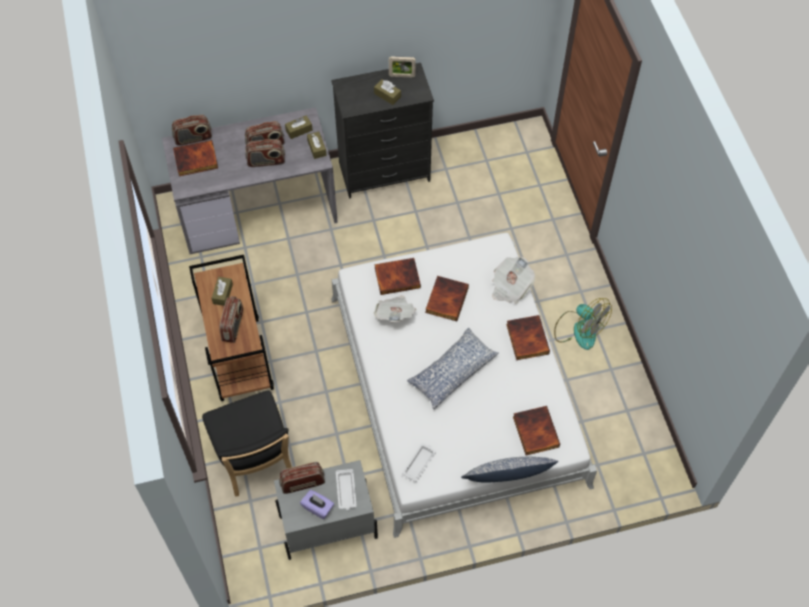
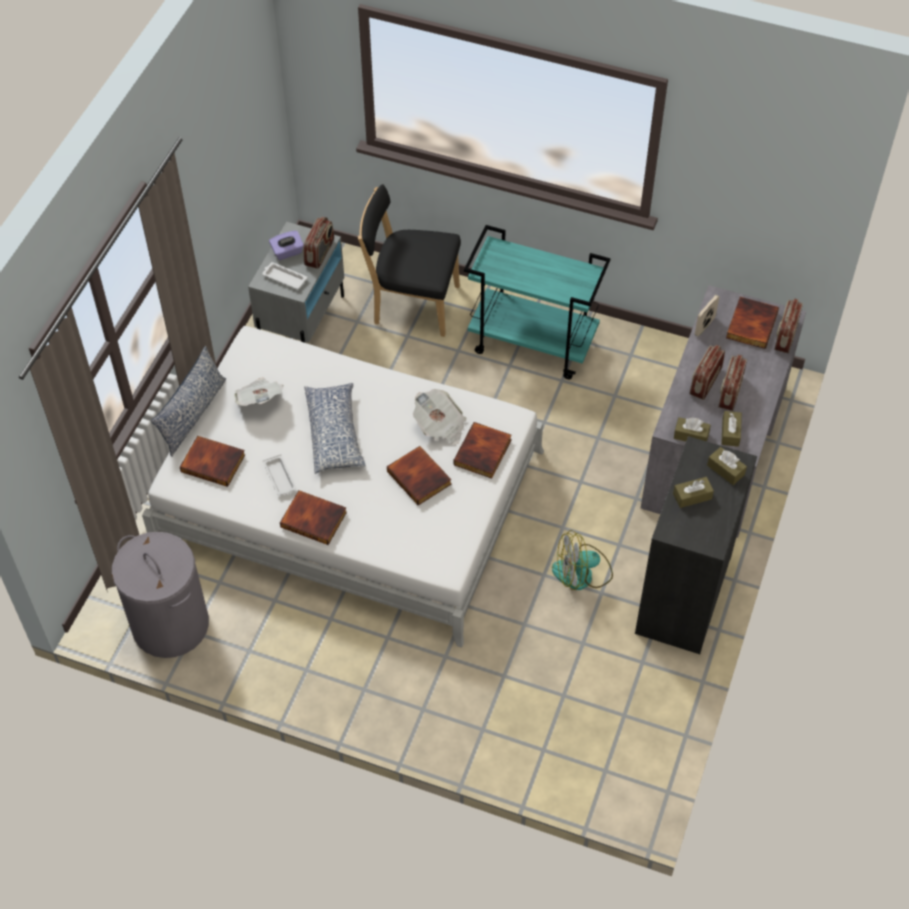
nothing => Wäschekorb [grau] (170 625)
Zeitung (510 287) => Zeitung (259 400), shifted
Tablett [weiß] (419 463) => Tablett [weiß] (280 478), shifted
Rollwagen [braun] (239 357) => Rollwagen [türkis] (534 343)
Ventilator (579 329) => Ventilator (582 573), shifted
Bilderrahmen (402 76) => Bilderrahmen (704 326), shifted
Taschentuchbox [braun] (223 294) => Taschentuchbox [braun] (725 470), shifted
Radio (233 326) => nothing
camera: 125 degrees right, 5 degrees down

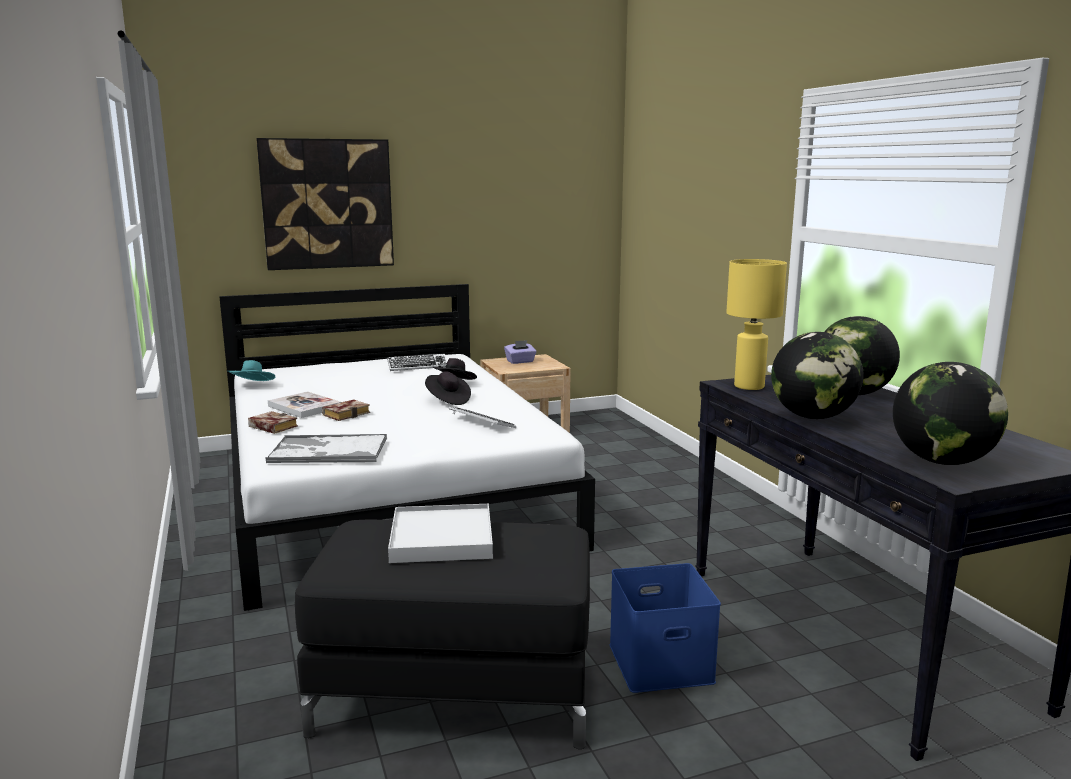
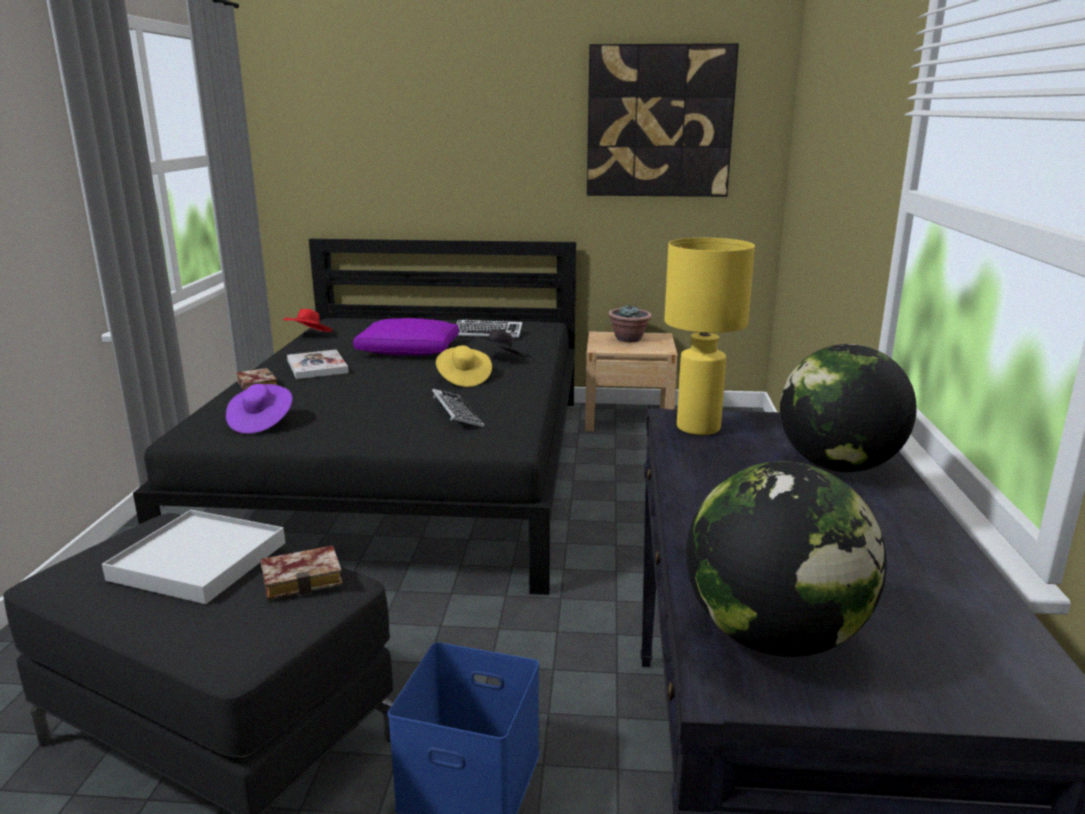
Bett [weiß] (388 492) => Bett [schwarz] (411 470)
Tablett (327 451) => Hut [lila] (261 422)
Buch (347 414) => Buch (305 578), shifted
Hut [türkis] (253 386) => Hut [rot] (309 336)
nothing => Kissen [lila] (407 351)
Hut [schwarz] (447 400) => Hut [gelb] (463 379)
Bild (327 204) => Bild (659 122), shifted
Taschentuchbox [lila] (520 361) => Topfpflanze (629 339)
Globus (812 417) => nothing
camera: 25 degrees right, 5 degrees up

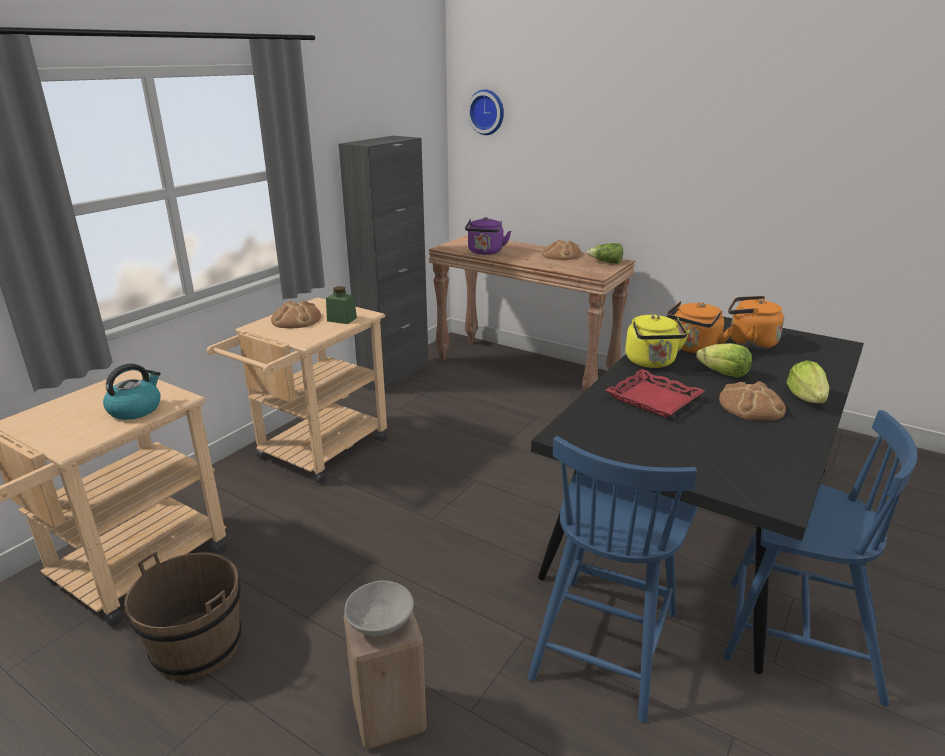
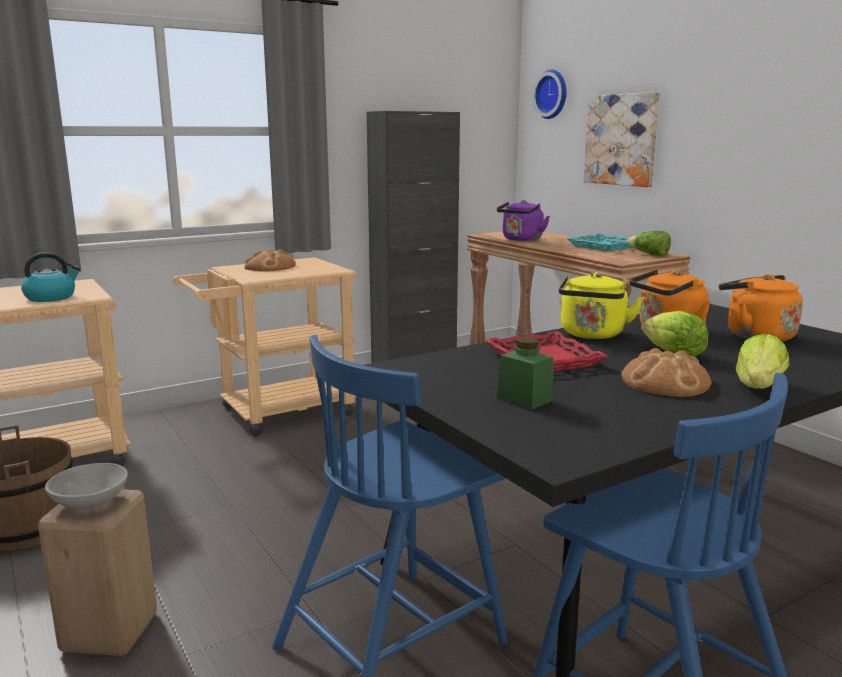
Vorratsglas [grün] (342 319) => Vorratsglas [grün] (524 399), shifted
Brot (561 255) => Tablett [türkis] (604 246)
nothing => Bild (621 140)
camera: 25 degrees right, 10 degrees down

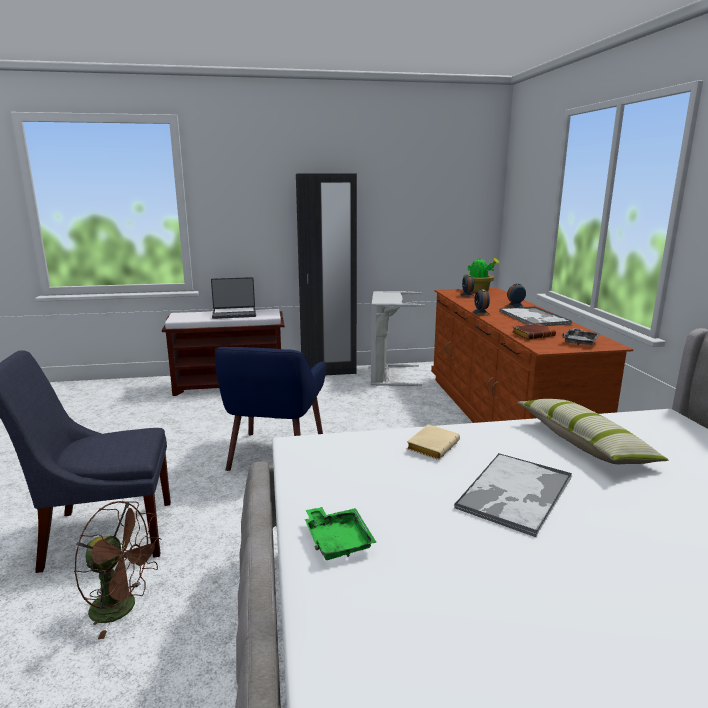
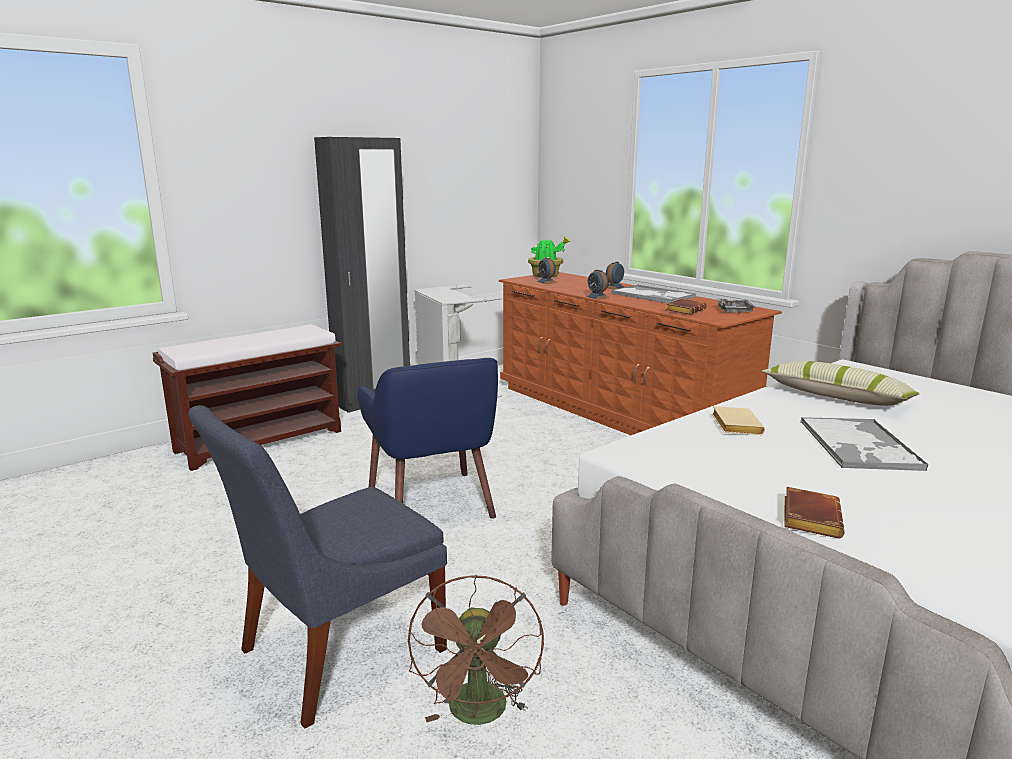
Ventilator [braun] (123 608) => Ventilator [braun] (480 715), 105 degrees clockwise
Tablett [grün] (337 541) => Buch [braun] (808 518)
Laptop (234 314) => nothing
camera: 30 degrees left, 0 degrees up

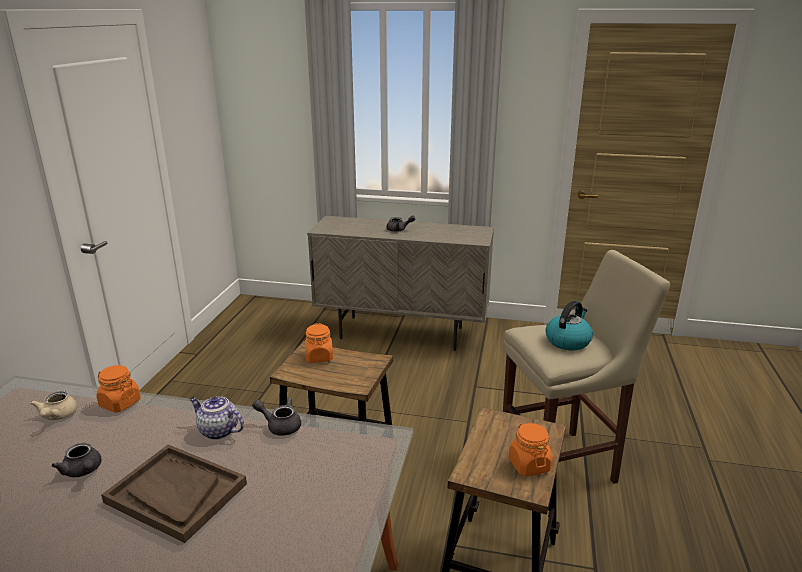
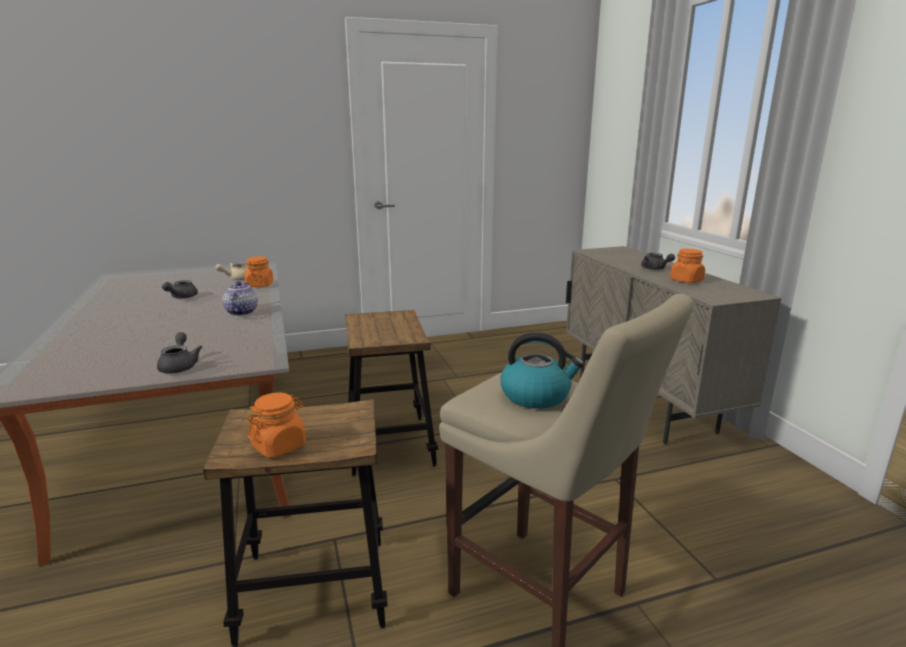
Teekanne [grau] (280 425) => Teekanne [grau] (180 366), shifted
Vorratsglas [orange] (319 357) => Vorratsglas [orange] (686 280), shifted
Tablett [braun] (176 493) => nothing
camera: 60 degrees right, 5 degrees down

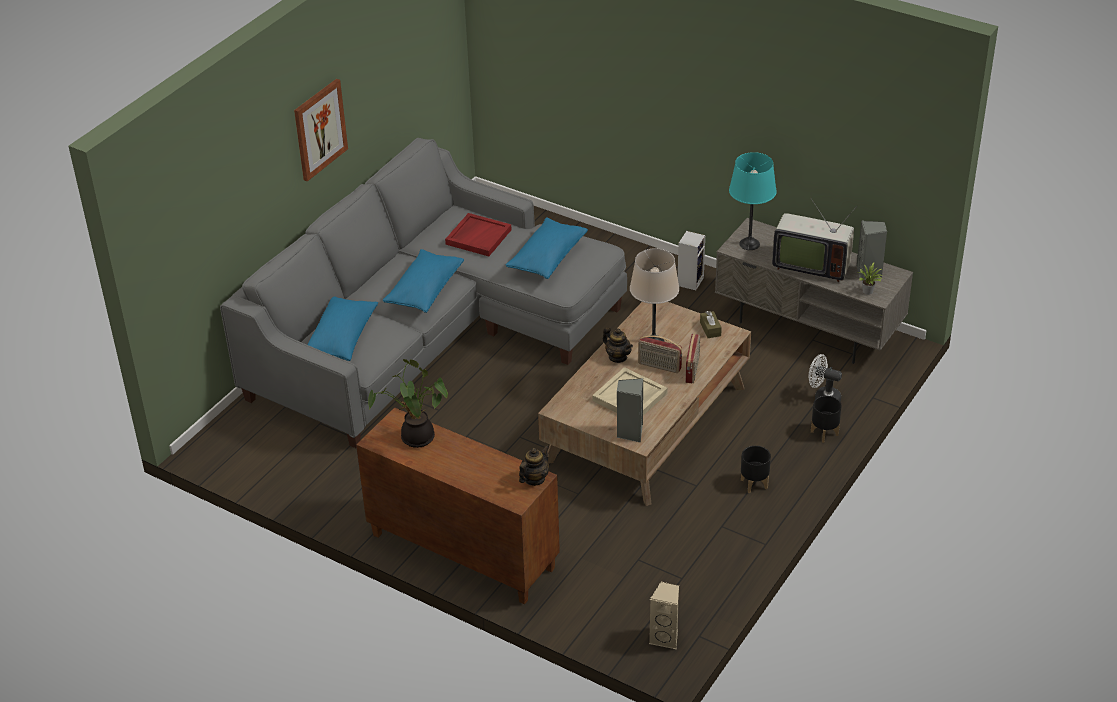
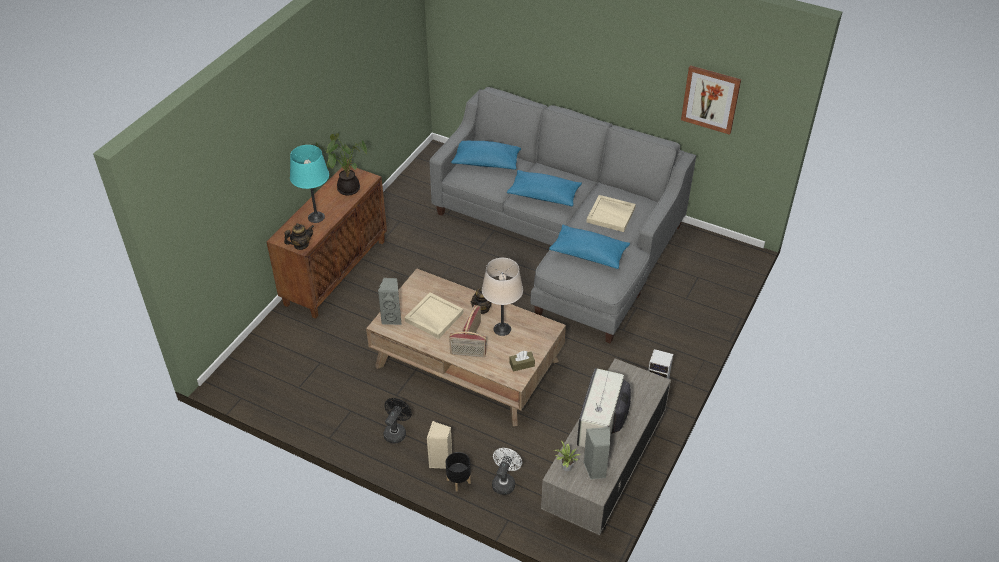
Teekanne (534 479) => Teekanne (301 245), 60 degrees counterclockwise
Tischlampe [türkis] (749 244) => Tischlampe [türkis] (316 217), shifted
Pflanzkübel [schwarz] (754 484) => Ventilator [schwarz] (396 431)
Lautsprecher [beige] (665 638) => Lautsprecher [beige] (441 461), shifted
Tablett [rot] (478 236) => Tablett [beige] (611 215)
Bild (319 129) => Bild (710 99), shifted
camera: 85 degrees right, 5 degrees up

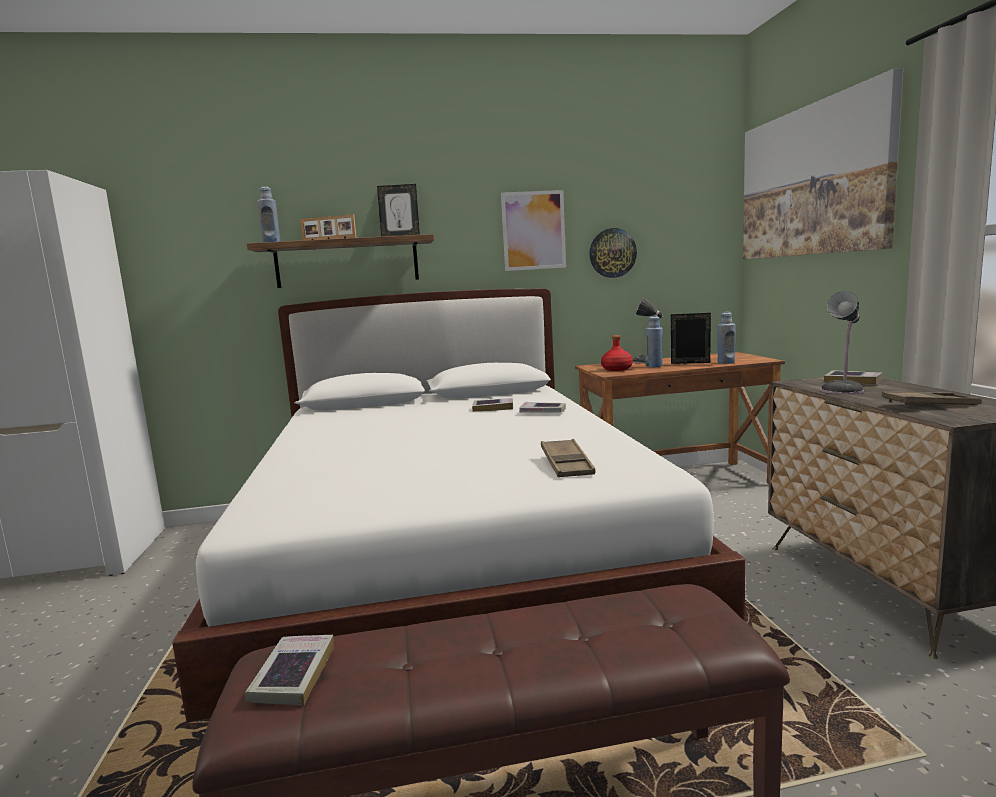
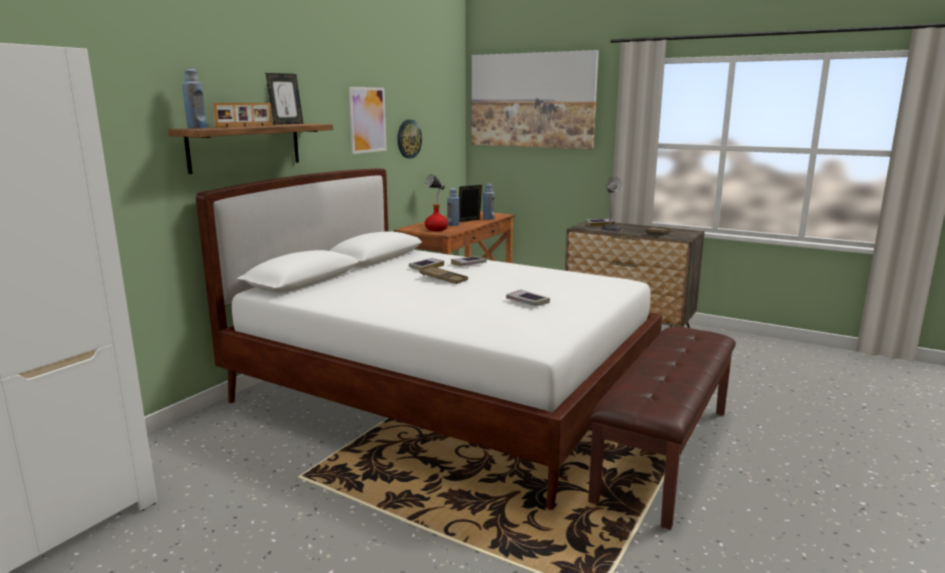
Tablett [braun] (566 464) => Tablett [braun] (443 279), shifted
Buch (293 675) => Buch (527 301), shifted
camera: 50 degrees left, 5 degrees up

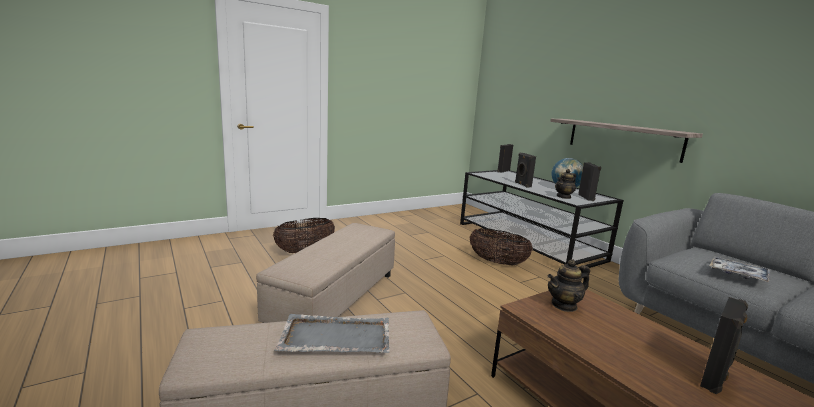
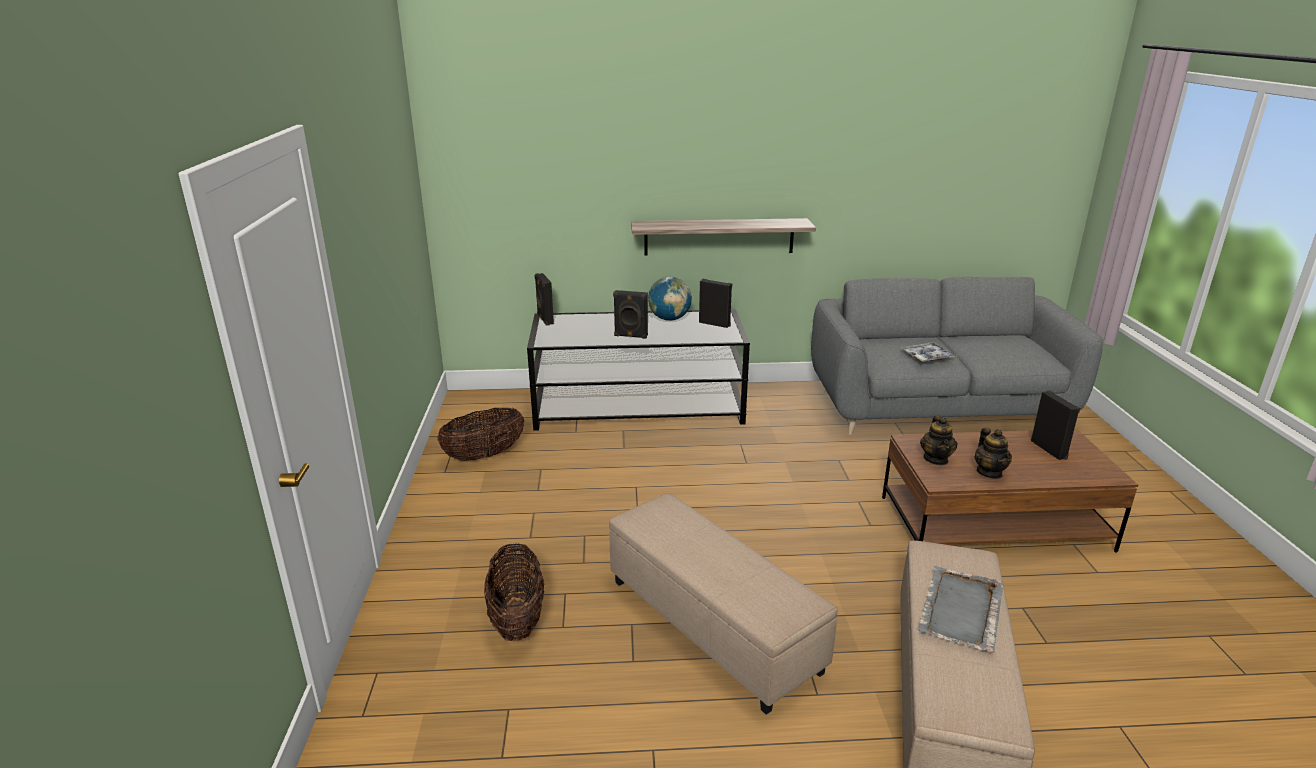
Korb (497 262) => Korb (484 455), shifted
Teekanne (564 197) => Teekanne (989 472), shifted
camera: 60 degrees left, 10 degrees up

